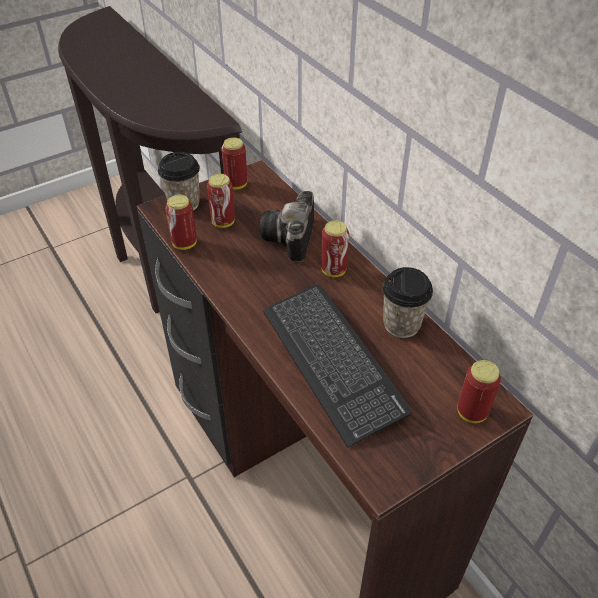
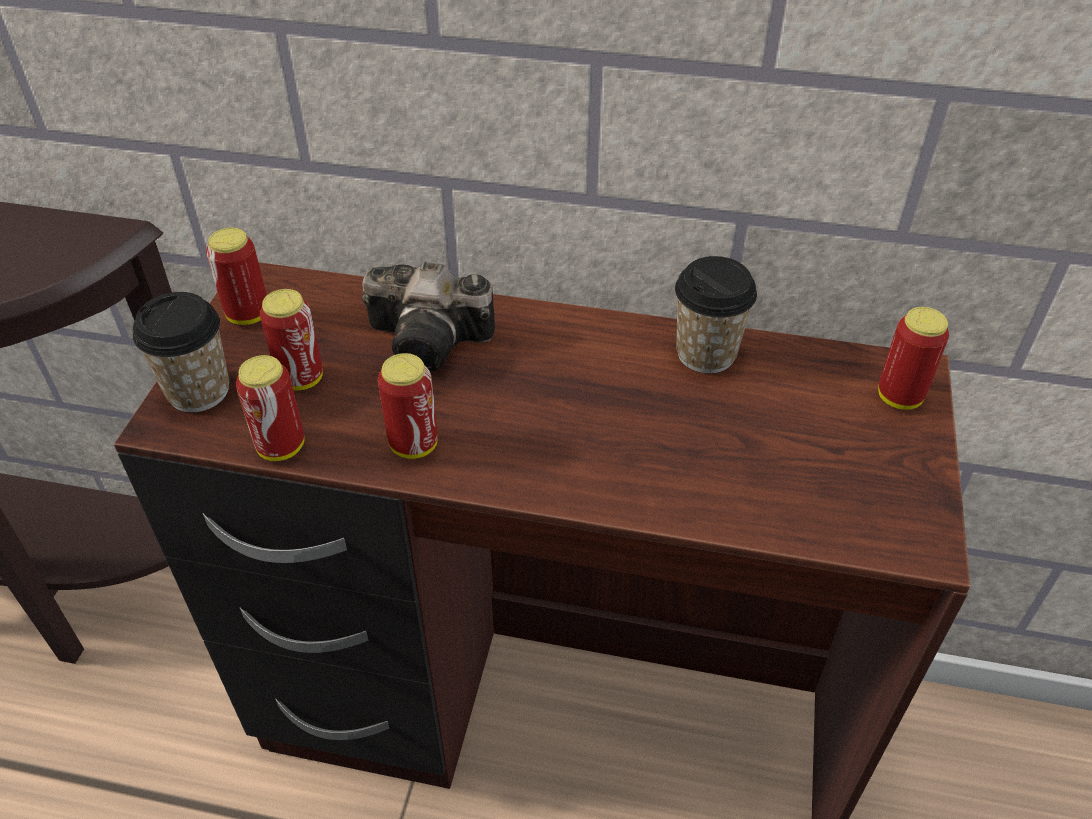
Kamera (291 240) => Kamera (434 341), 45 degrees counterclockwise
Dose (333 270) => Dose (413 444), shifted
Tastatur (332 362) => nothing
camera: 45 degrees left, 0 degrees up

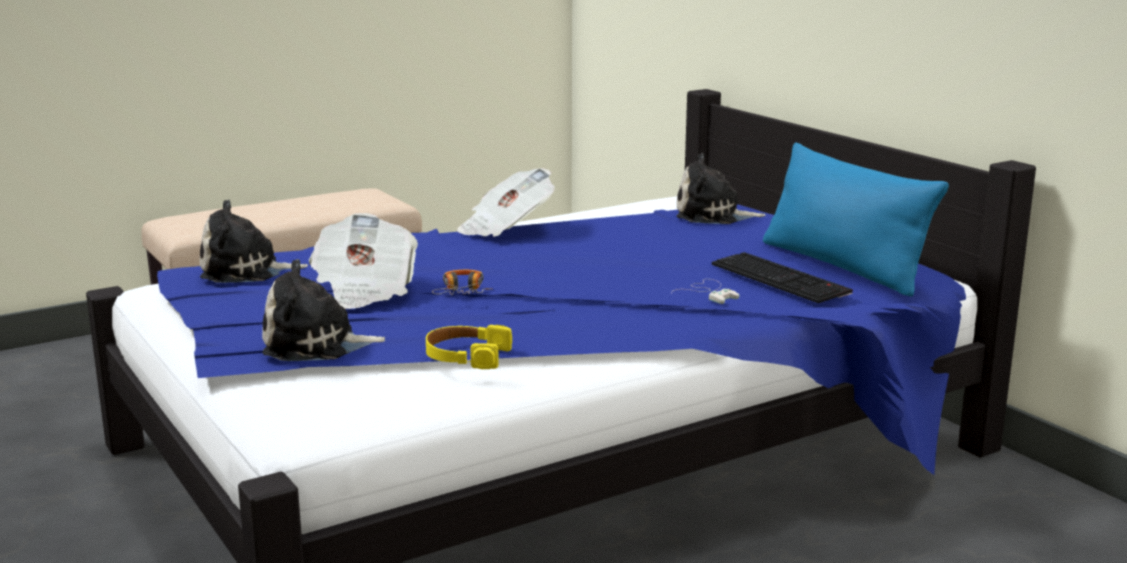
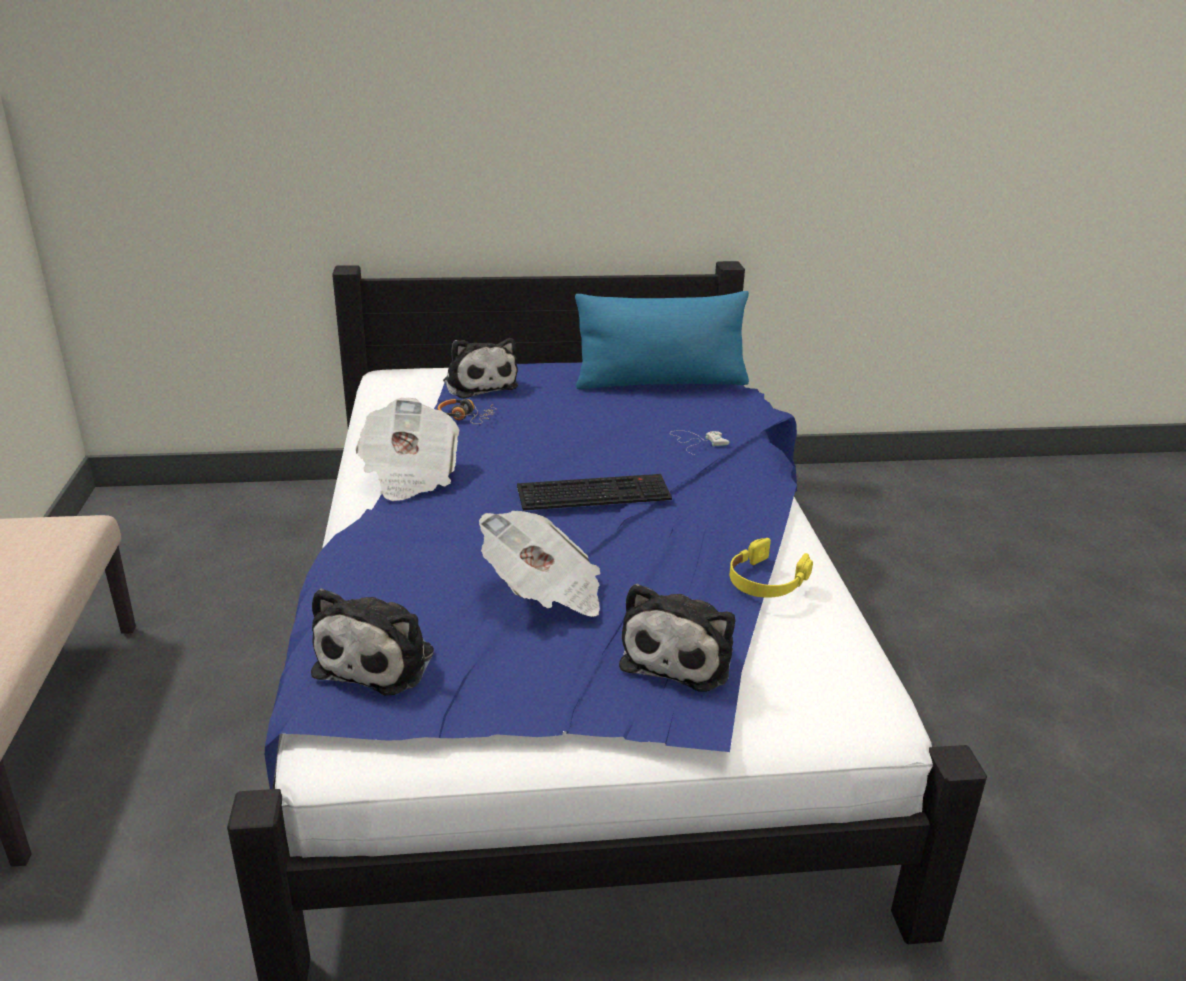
Kopfhörer (462 291) => Kopfhörer (466 417), shifted
Plüschtier (712 215) => Plüschtier (479 384), 60 degrees counterclockwise
Tastatur (782 278) => Tastatur (595 492), shifted
camera: 65 degrees left, 10 degrees up

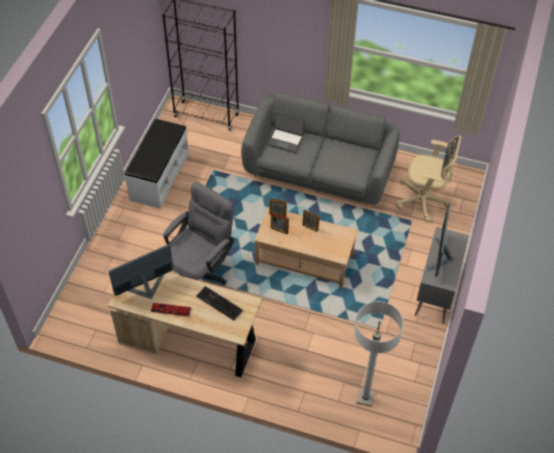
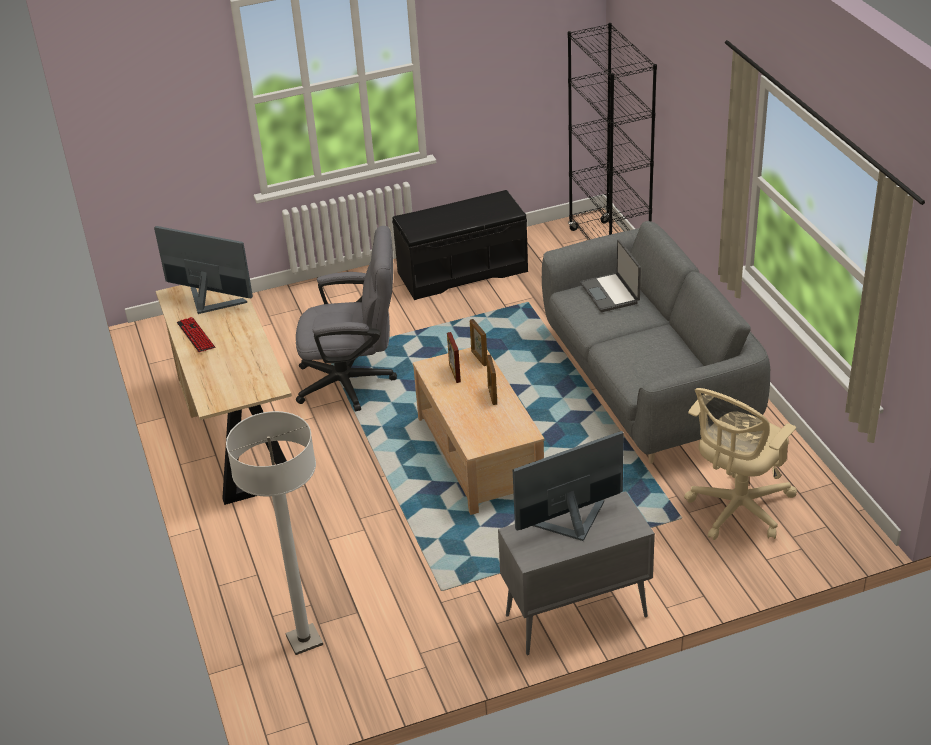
Bank [weiß] (159 176) => Bank [schwarz] (462 271)
Bürostuhl [beige] (424 201) => Bürostuhl [beige] (737 510), 60 degrees clockwise
Tastatur (218 304) => nothing
camera: 55 degrees right, 15 degrees down

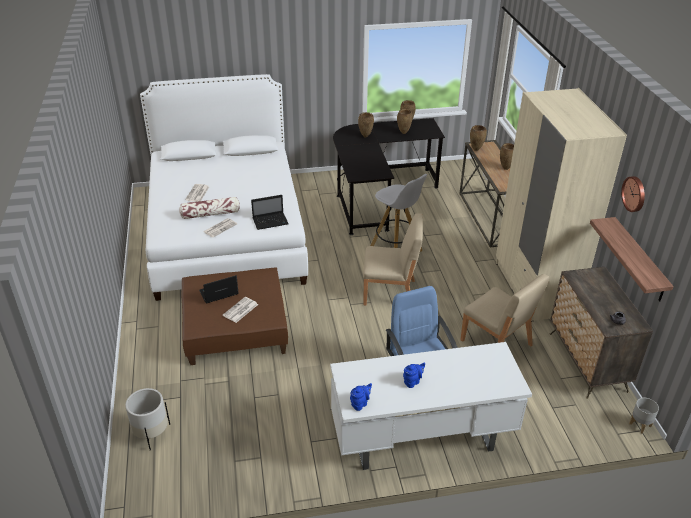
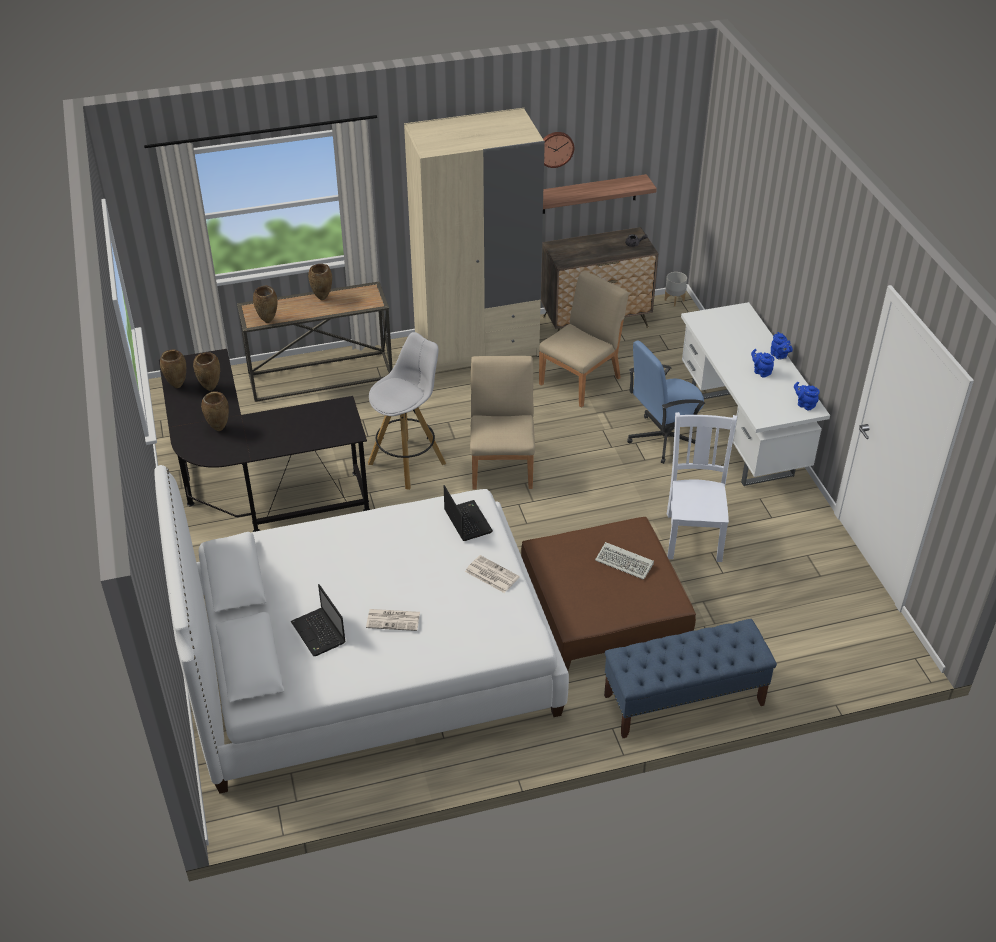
Laptop (218 293) => Laptop (319 633), shifted
Zeitung (240 310) => Tastatur (625 563)
nothing => Bank [blau] (683 700)
nothing => Stuhl [weiß] (694 535)
nothing => Teekanne [blau] (779 356)
Pflanzkübel [weiß] (151 434) => nothing
Kissen (210 214) => nothing
camera: 95 degrees left, 5 degrees up

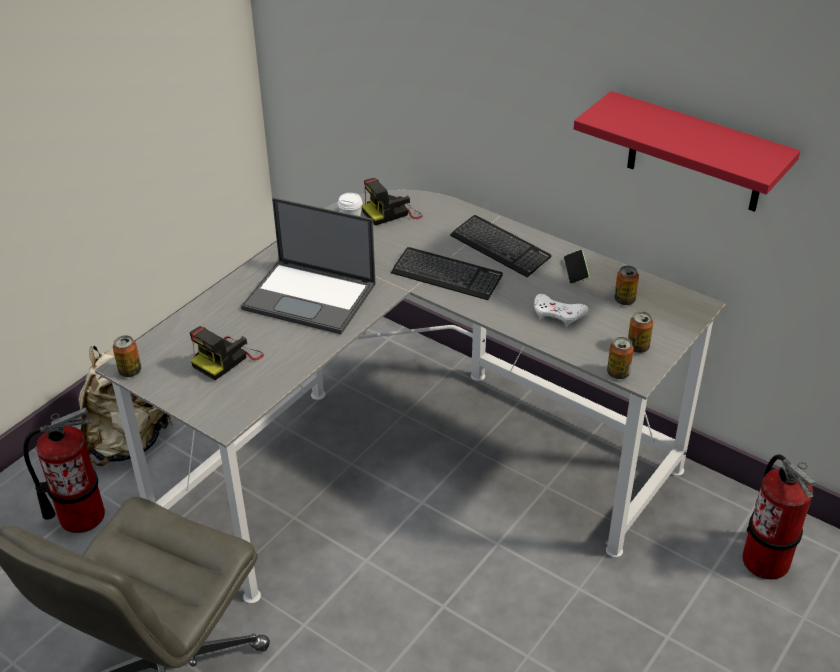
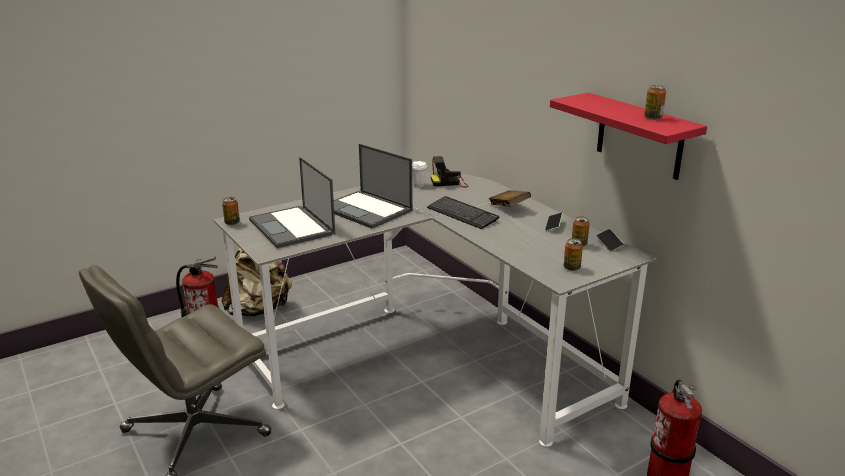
Kamera (227 359) => Laptop (292 227)
Tastatur (500 248) => Buch [braun] (508 207)
nothing => Handy (609 244)
Dose (618 373) => Dose (653 117), shifted
Gamepad [weiß] (558 314) => nothing
camera: 20 degrees right, 15 degrees down

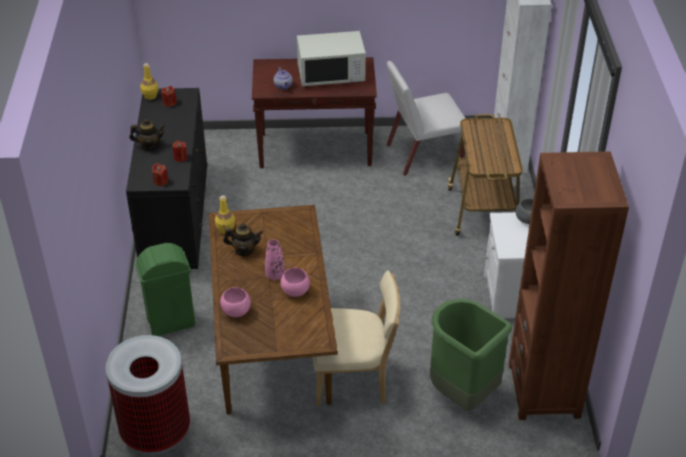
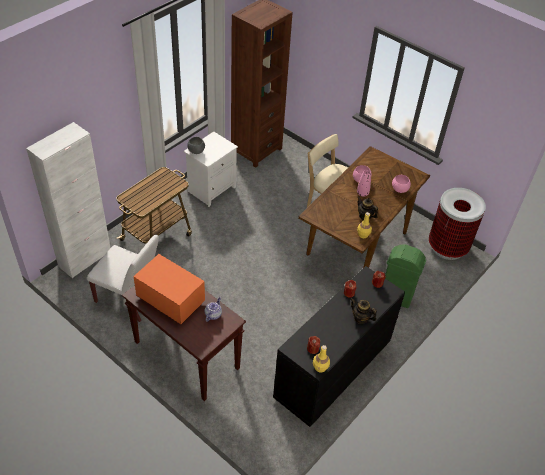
Mikrowelle [weiß] (331 75) => Mikrowelle [orange] (170 300)
Mülleimer [grün] (462 393) => nothing
camera: 140 degrees left, 5 degrees up

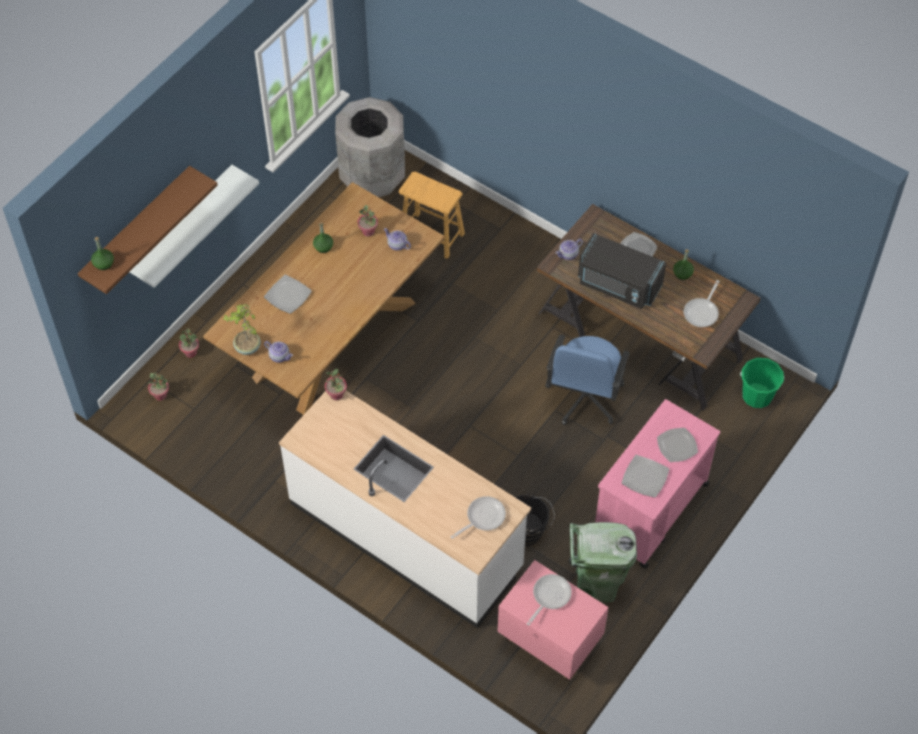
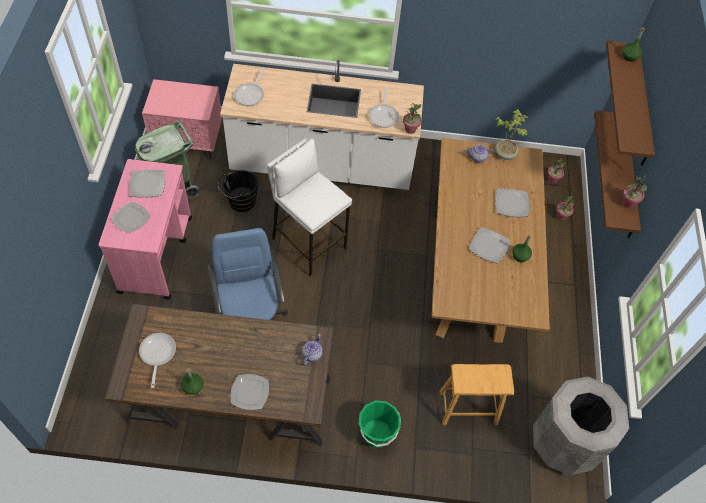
nothing => Hocker [weiß] (308 243)
Eimer [grün] (757 395) => Eimer [grün] (376 434), shifted
Pfanne (549 596) => Pfanne (384 115), shifted
nothing => Teller (489 246)
Wandregal [weiß] (182 224) => Wandregal [braun] (628 178)
Topfpflanze (368 231) => Topfpflanze (628 203), shifted
Teekanne (397 245) => nothing
Mikrowelle [schwarz] (618 285) => nothing
camera: 145 degrees right, 0 degrees up

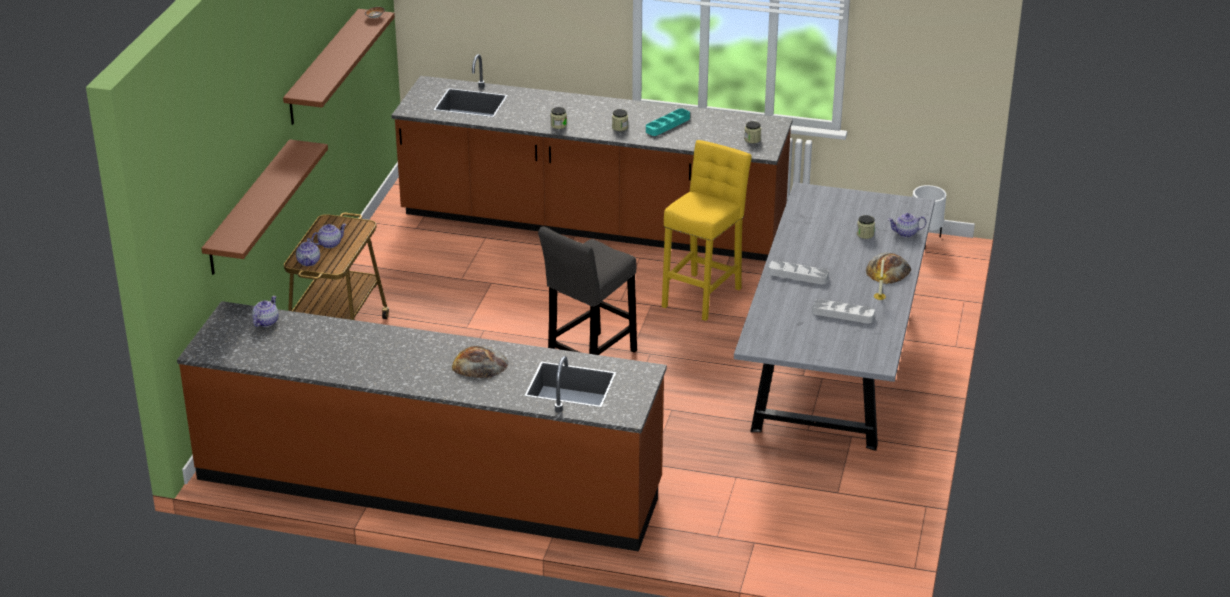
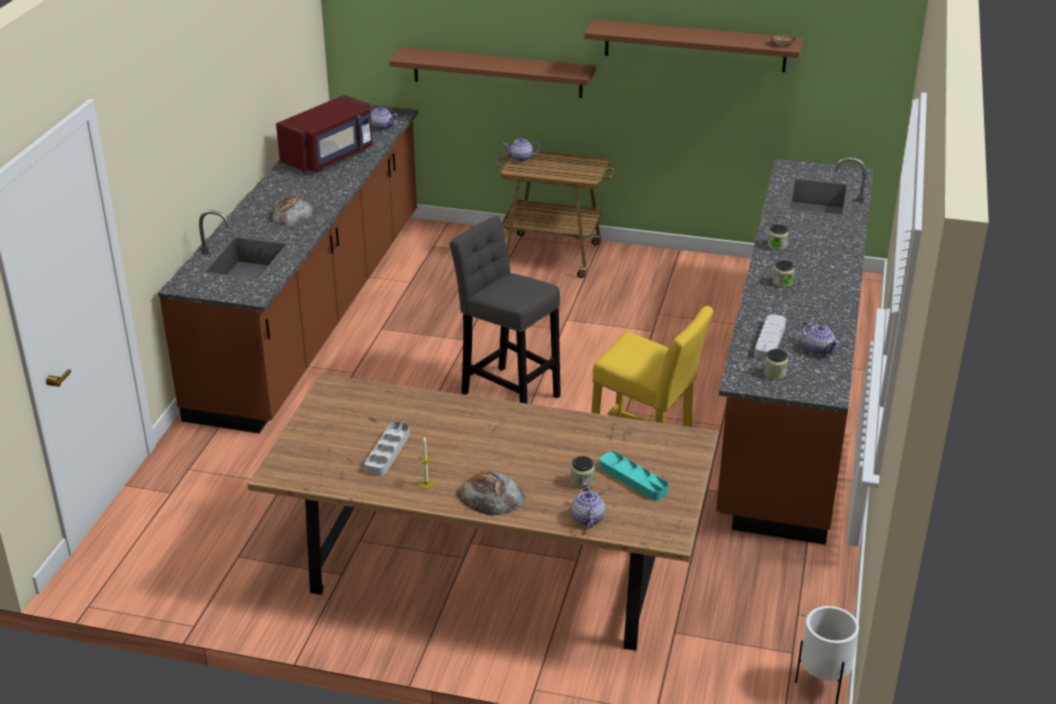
Esstisch [grau] (833 365) => Esstisch [braun] (490 569)
nothing => Mikrowelle [rot] (329 156)
Tablett [türkis] (667 125) => Tablett [türkis] (633 479), shifted
Tablett [grau] (798 275) => Tablett [grau] (770 340), shifted
Teekanne (330 244) => Teekanne (819 349), shifted
camera: 90 degrees right, 0 degrees up

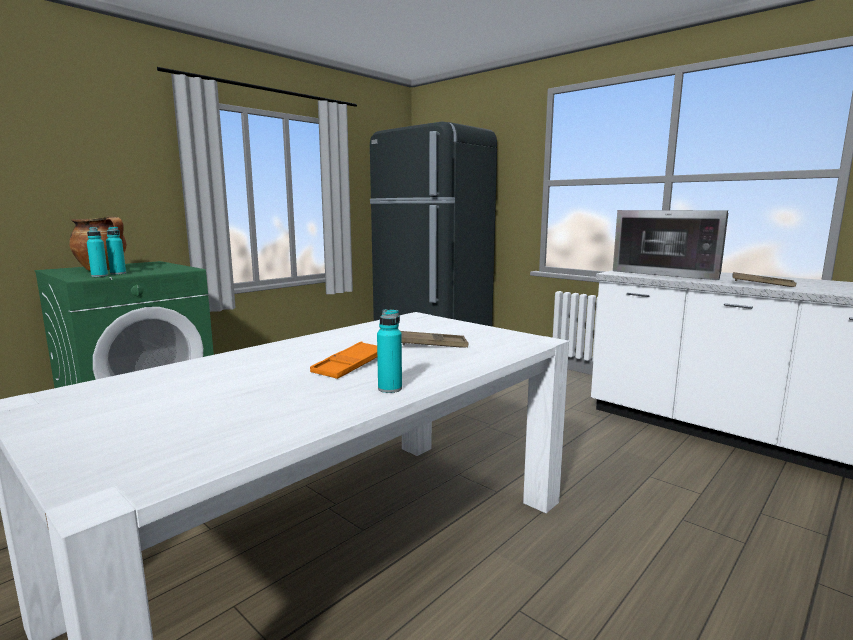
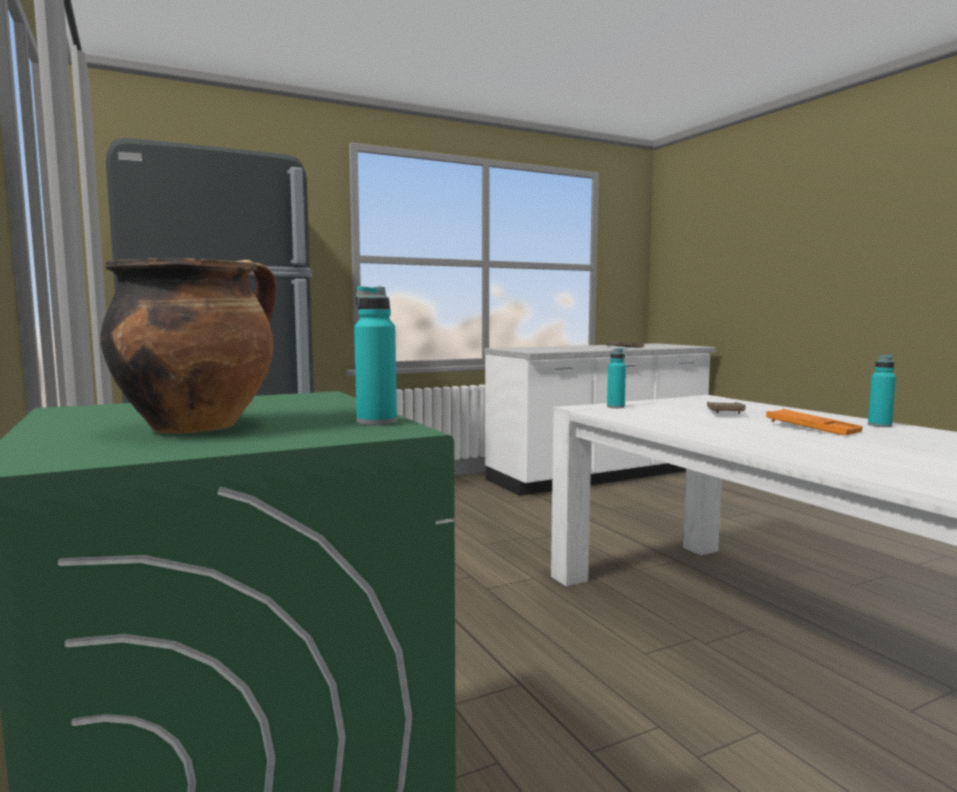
Flasche [türkis] (118 273) => Flasche [türkis] (615 407), shifted
Mikrowelle (671 273) => nothing
camera: 70 degrees left, 5 degrees down

